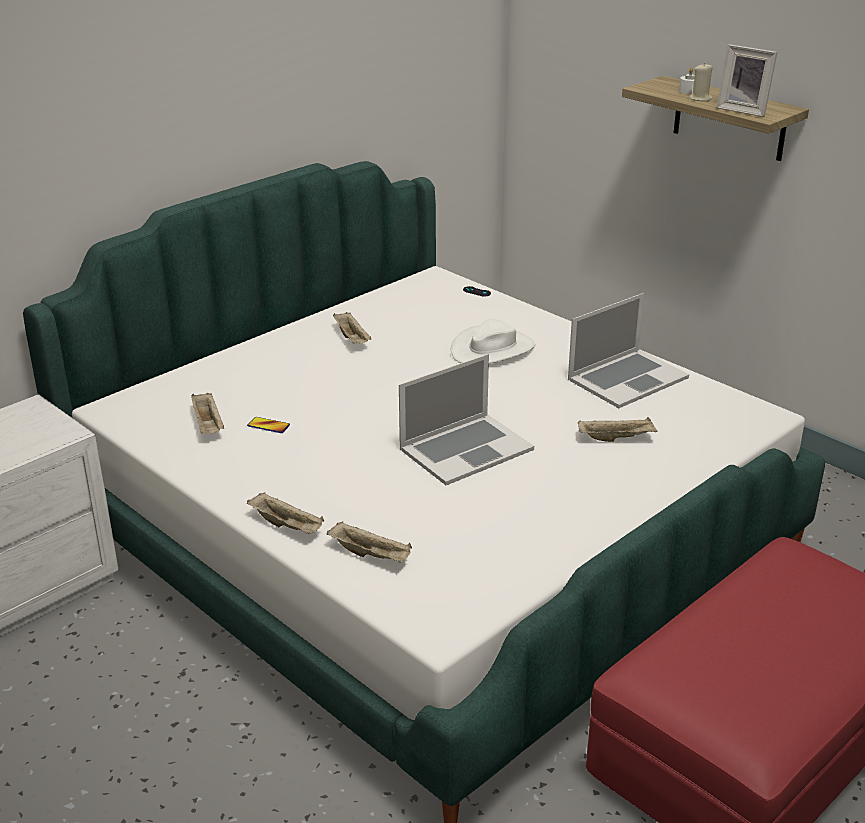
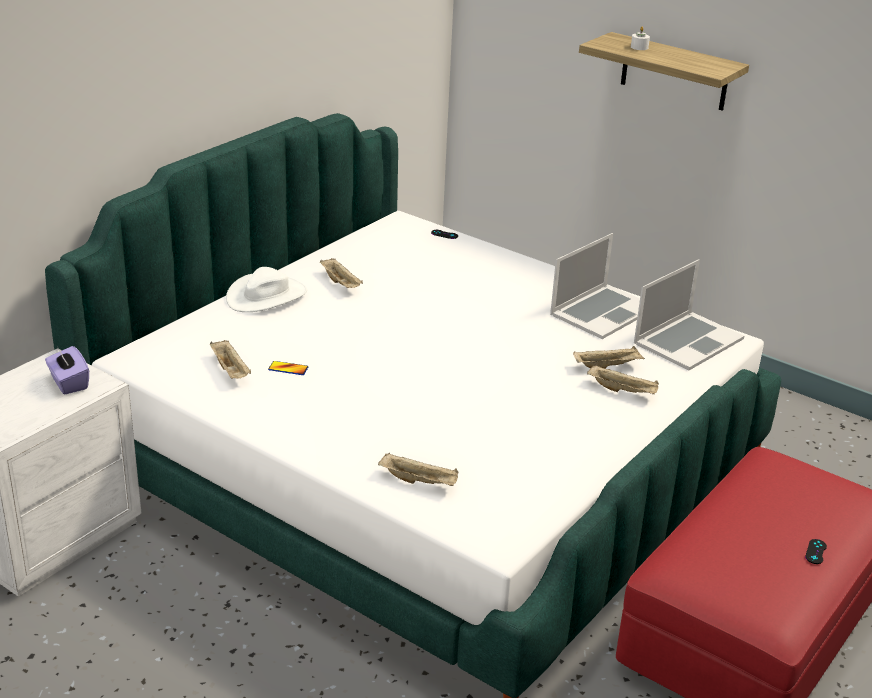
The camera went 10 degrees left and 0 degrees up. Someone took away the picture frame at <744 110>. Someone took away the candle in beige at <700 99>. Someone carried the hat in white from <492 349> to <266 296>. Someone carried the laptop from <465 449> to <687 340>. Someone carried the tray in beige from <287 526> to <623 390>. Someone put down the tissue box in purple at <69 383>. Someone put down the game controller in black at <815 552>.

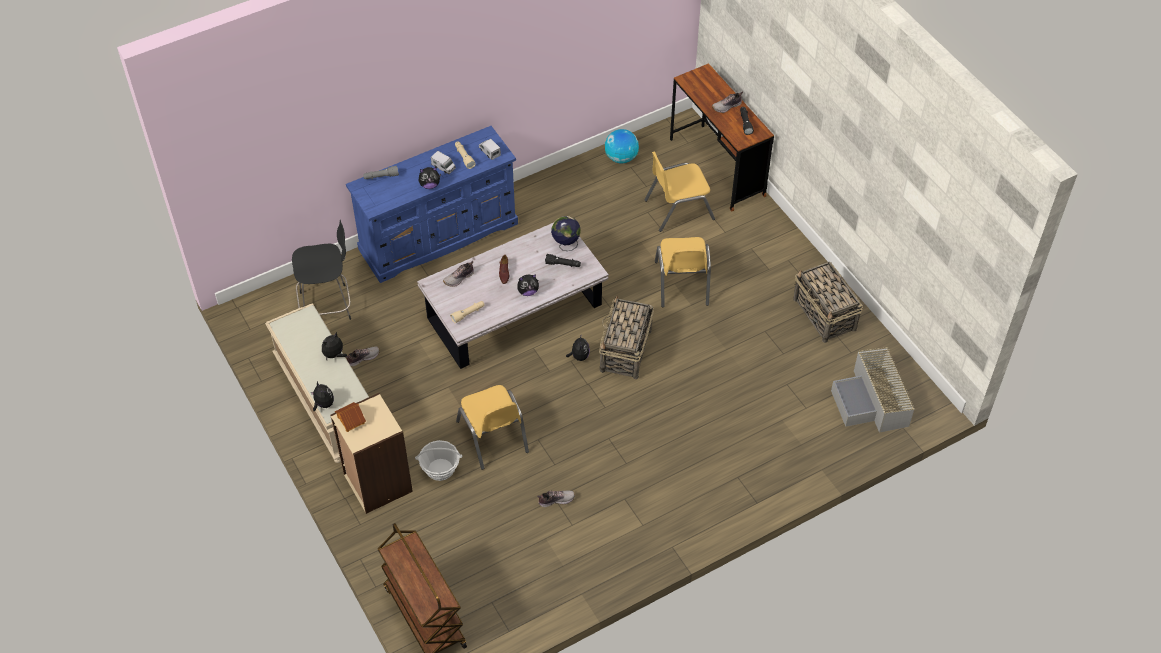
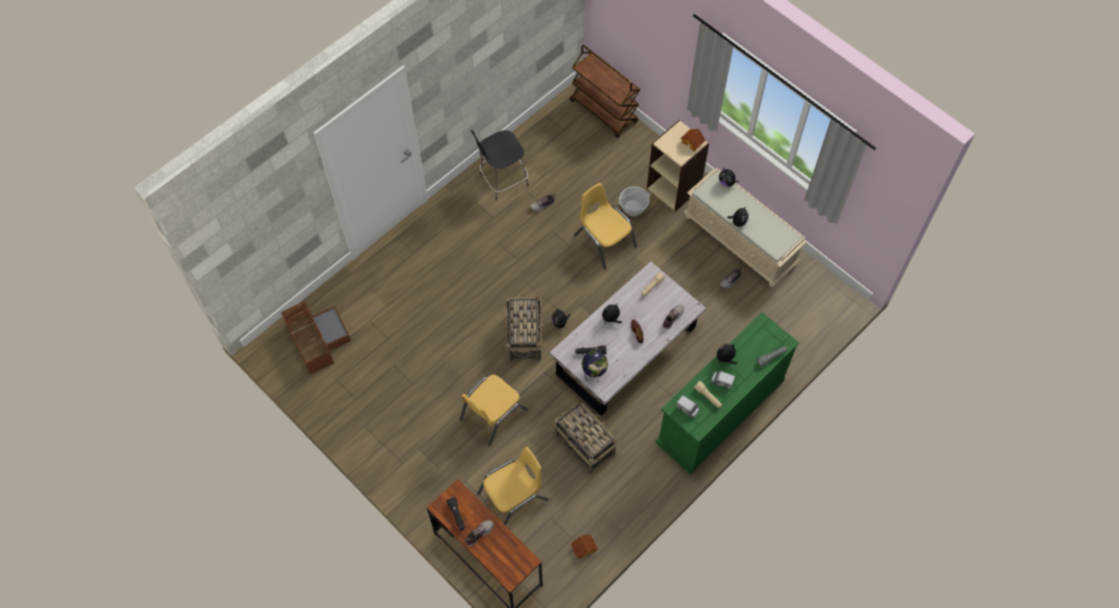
The camera went 165 degrees right and 10 degrees up. Someone repainted the dresser in blue at <439 236>, which became the dresser in green at <720 412>. Someone swapped the globe at <621 158> for the toy house at <584 547>. Someone carried the stool in black from <327 305> to <502 180>. Someone rotated the chair in yellow at <682 283> by 120 degrees counterclockwise. Someone carried the basket from <824 315> to <584 443>. Someone repainted the storage box in grey at <872 401>, which became the storage box in brown at <316 339>.

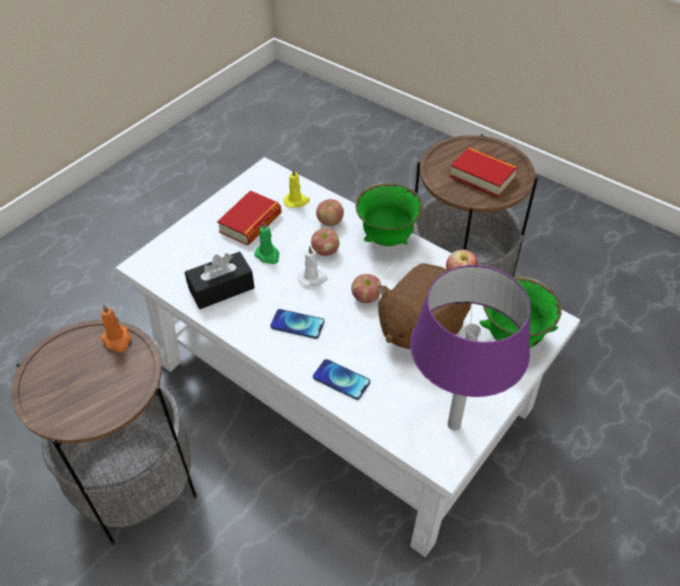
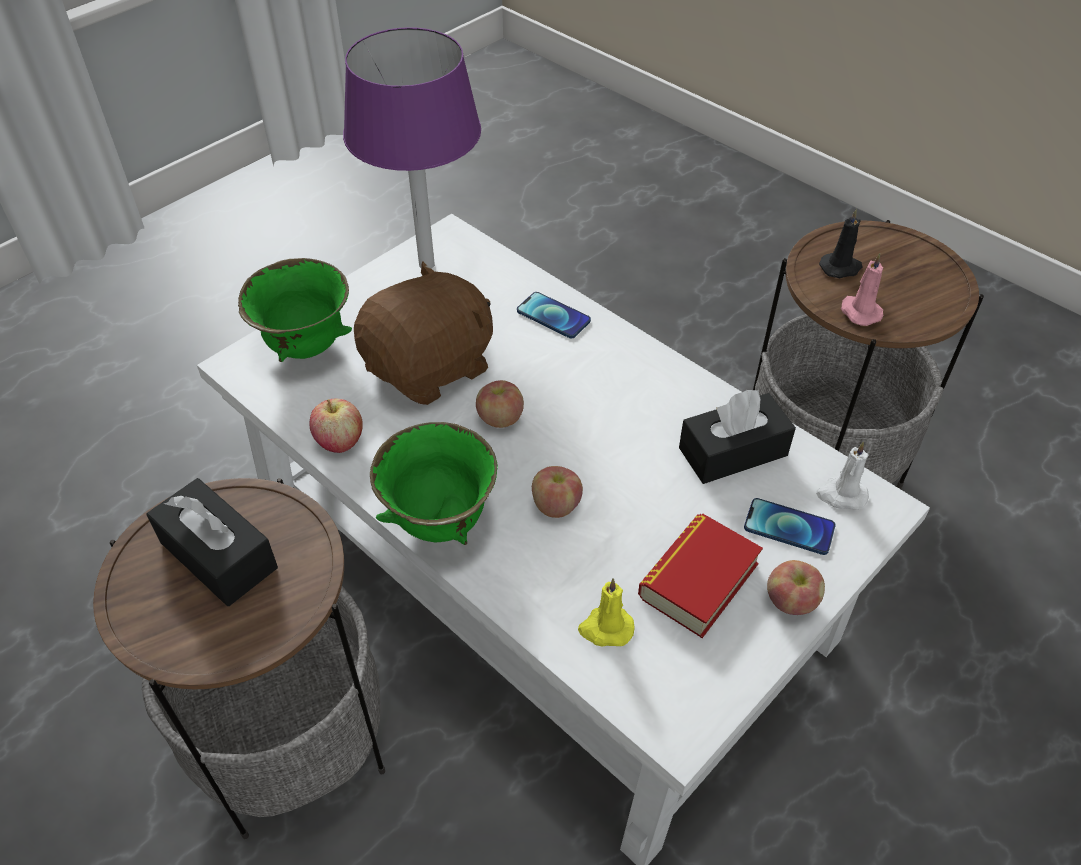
The camera went 175 degrees left and 0 degrees up. Someone swapped the book at <482 176> for the tissue box in black at <218 555>. Someone carried the apple from <330 221> to <791 602>. Someone took away the candle in green at <268 255>. Someone carried the candle in white from <313 278> to <841 495>. Someone repainted the candle in orange at <117 340>, which became the candle in pink at <859 311>. Someone carried the phone from <297 324> to <789 527>. Someone put down the candle in black at <841 268>.

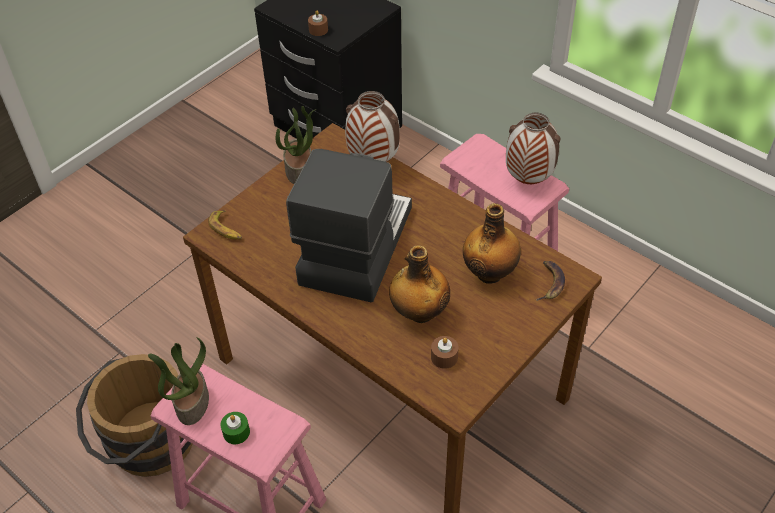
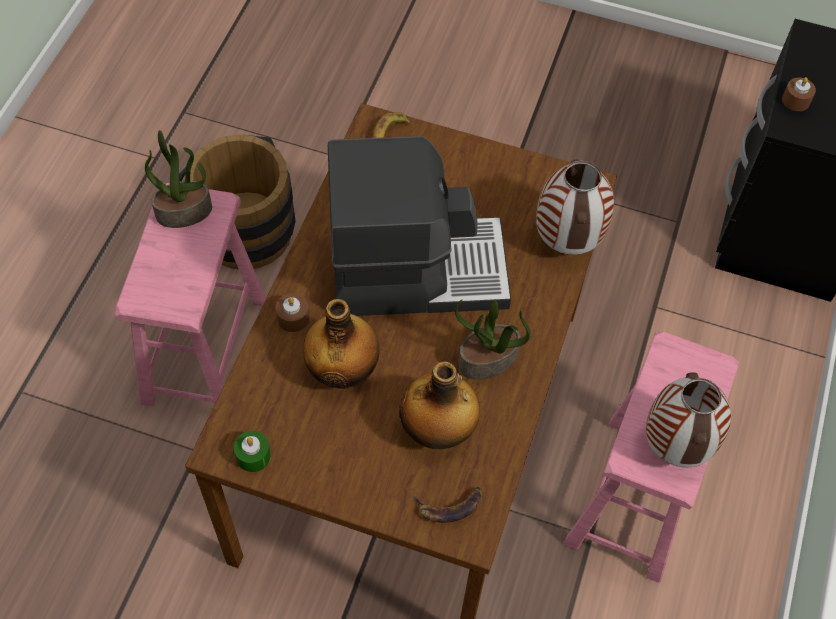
The camera went 65 degrees right and 10 degrees up. Someone carried the potted plant from <300 170> to <487 361>. Someone carried the candle in brown from <444 357> to <293 318>. Someone carried the candle in green from <236 432> to <253 456>.

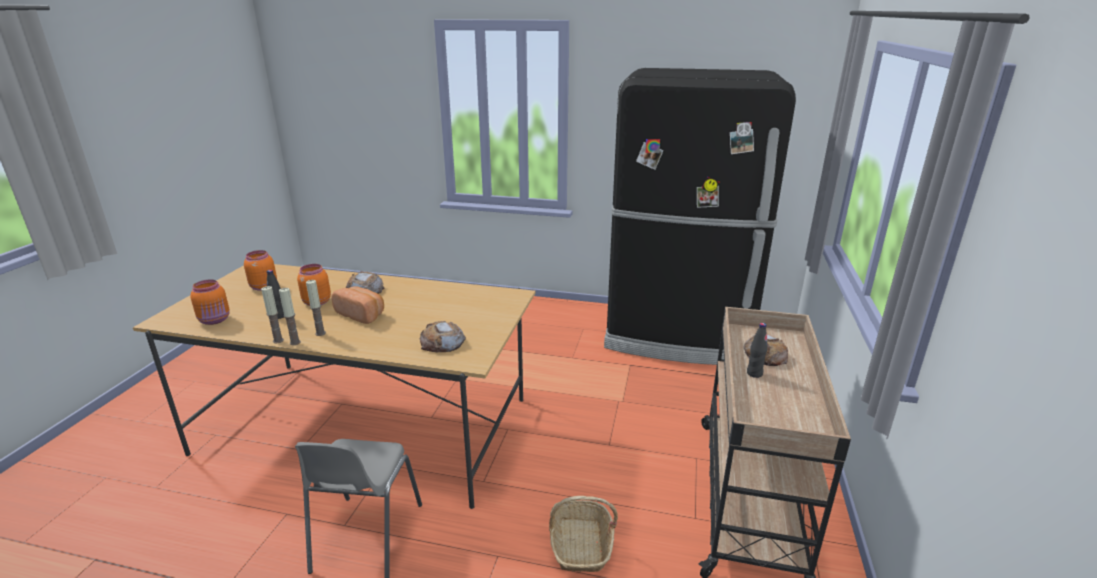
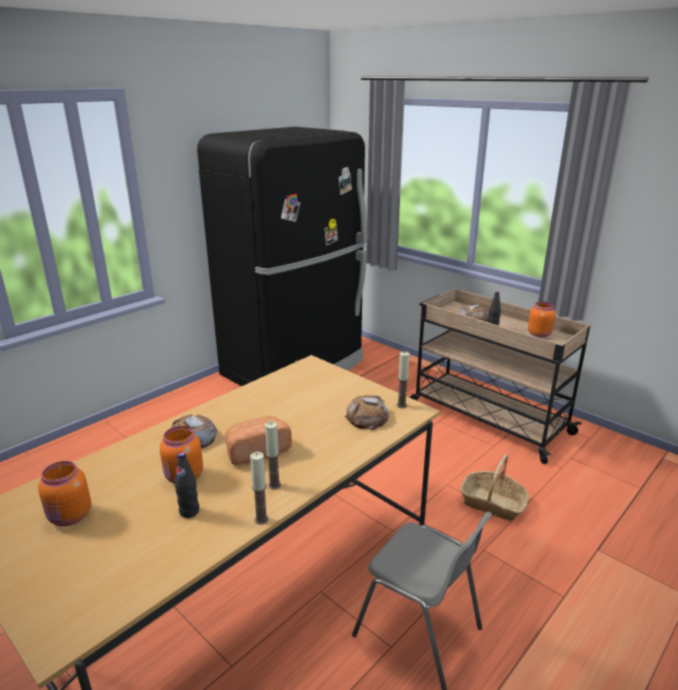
The camera went 60 degrees left and 0 degrees up. Someone carried the jar in orange from <215 320> to <539 334>. Someone carried the candle from <295 342> to <401 405>.

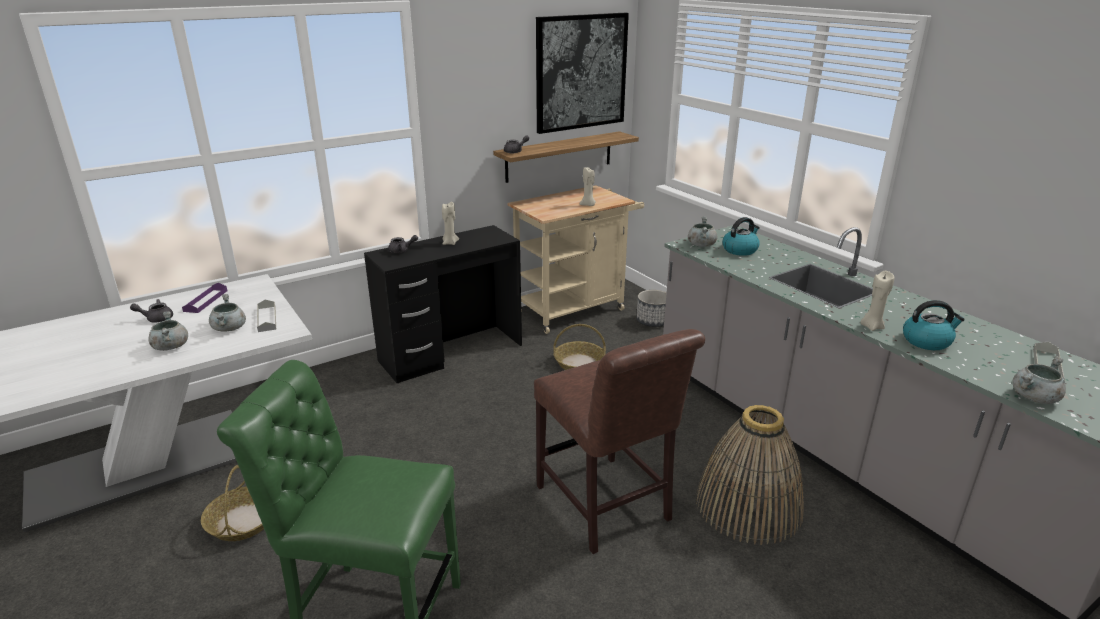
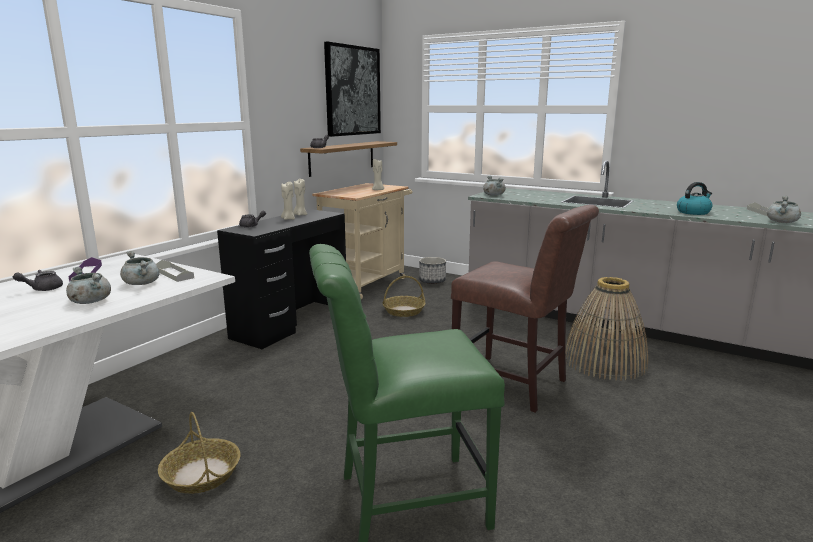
The camera went 25 degrees left and 10 degrees down. Someone took away the kettle at <740 250>. Someone carried the candle in beige from <872 326> to <300 215>.

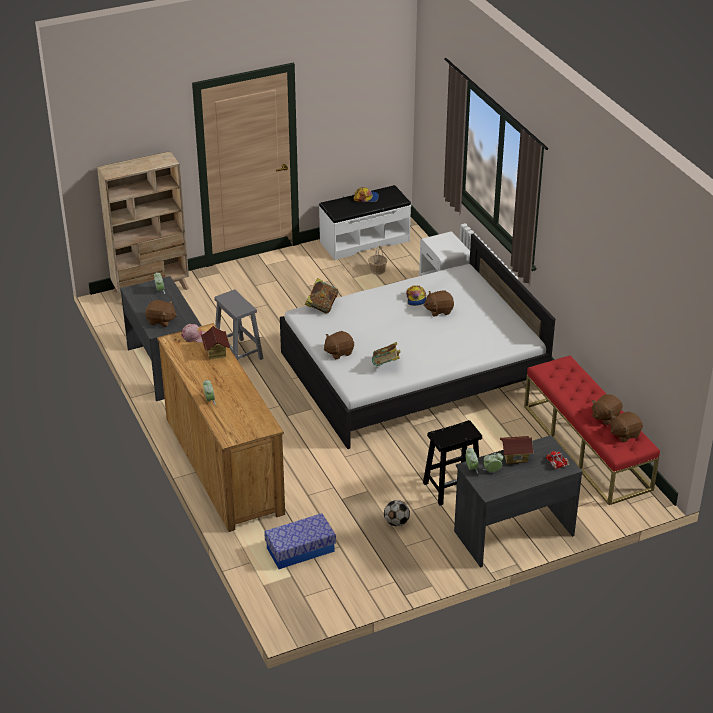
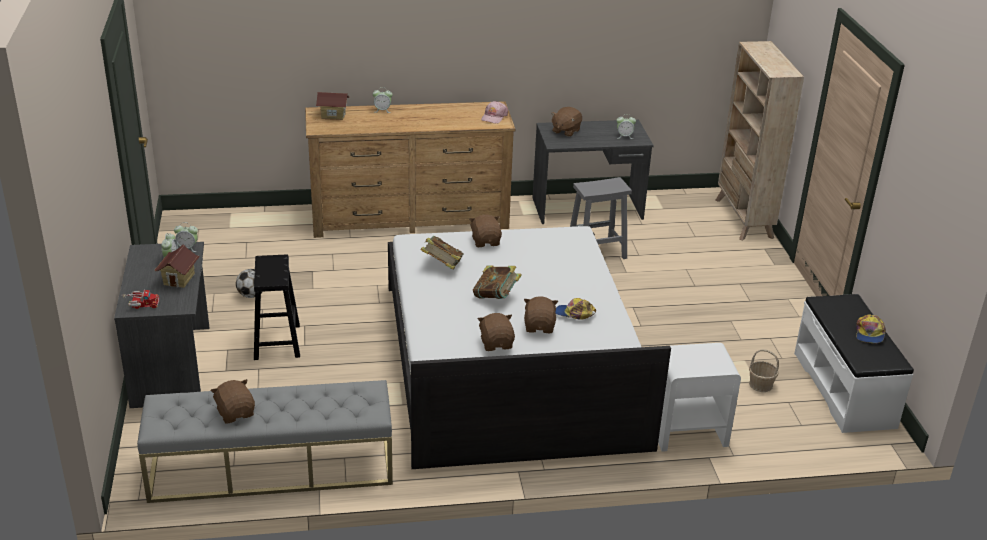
The camera went 105 degrees right and 5 degrees down. Someone carried the book from <322 306> to <496 297>. Someone carried the toy house from <216 352> to <333 115>. Someone repainted the bench in red at <587 447>, which became the bench in grey at <271 468>. Someone carried the plush toy in brown from <624 434> to <496 343>. Someone took away the storage box at <300 550>.

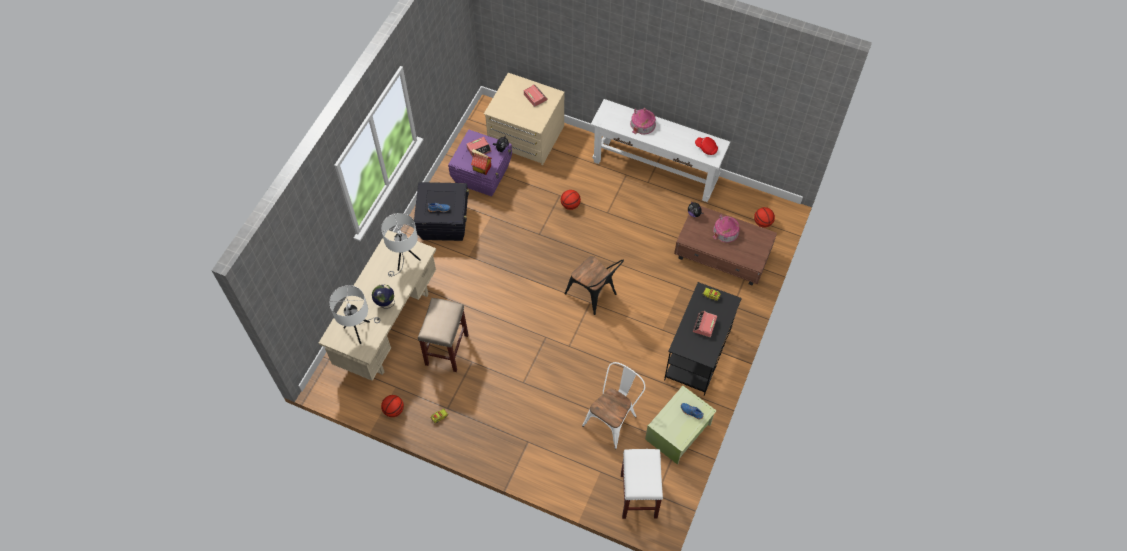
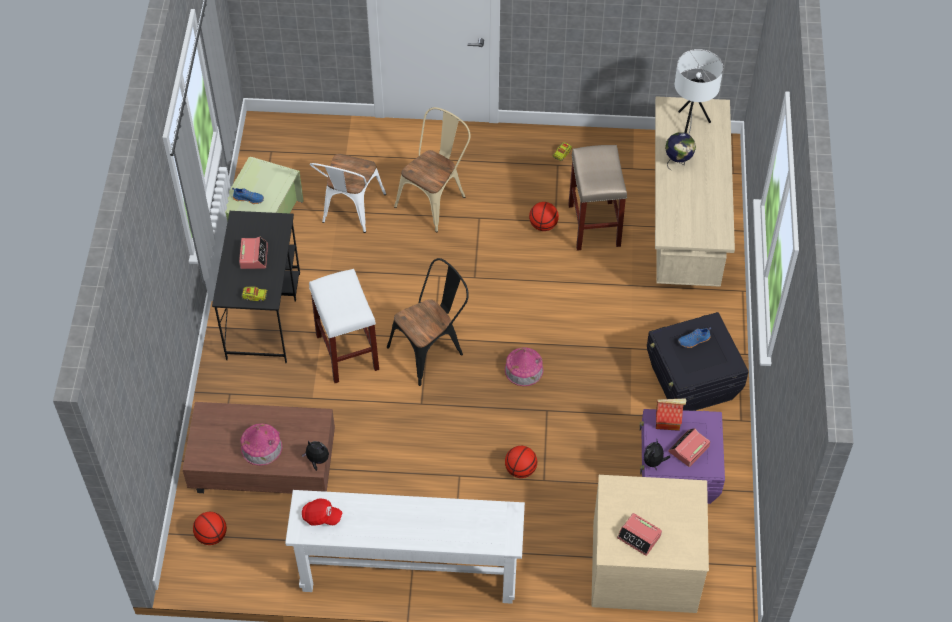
The camera went 160 degrees right and 5 degrees down. Someone carried the toy house from <642 124> to <524 369>. Someone took away the table lamp in white at <405 261>. Someone rotated the chair in black at <594 295> by 120 degrees clockwise. Someone carried the basketball from <393 410> to <543 225>. Someone carried the stool in white from <638 495> to <348 353>. Someone put down the chair in beige at <435 199>.

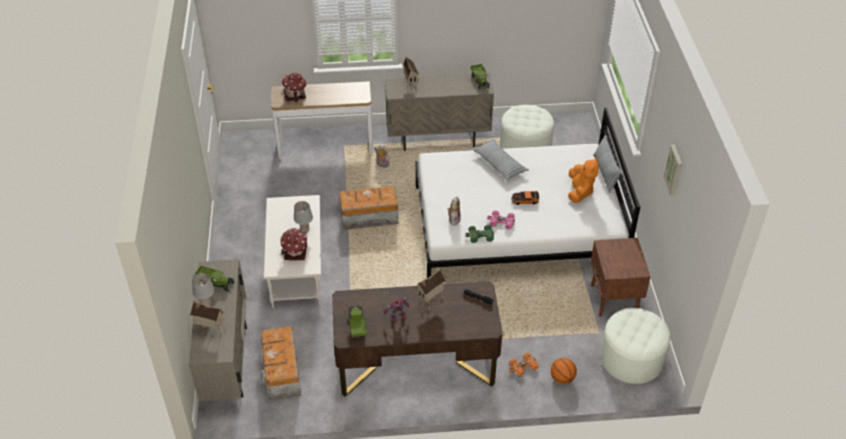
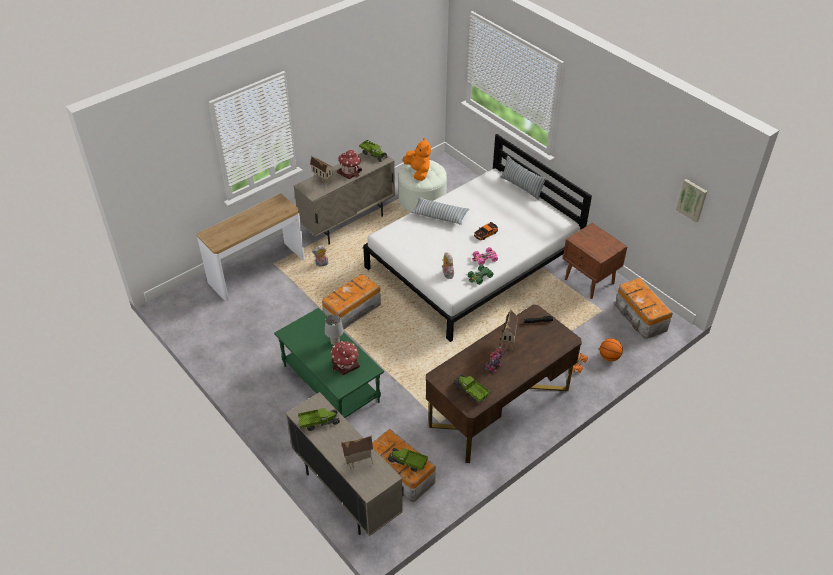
The camera went 35 degrees left and 0 degrees up. Someone carried the toy house from <295 95> to <350 171>. Someone carried the picture from <674 170> to <692 200>. Someone carried the plush toy in orange from <579 192> to <418 172>. Someone repainted the coffee table in white at <297 269>, which became the coffee table in green at <332 383>. Someone took away the table lamp in grey at <206 304>. Someone swapped the ottoman in white at <631 359> for the storage box at <640 318>. Someone put down the toy truck at <407 463>.

